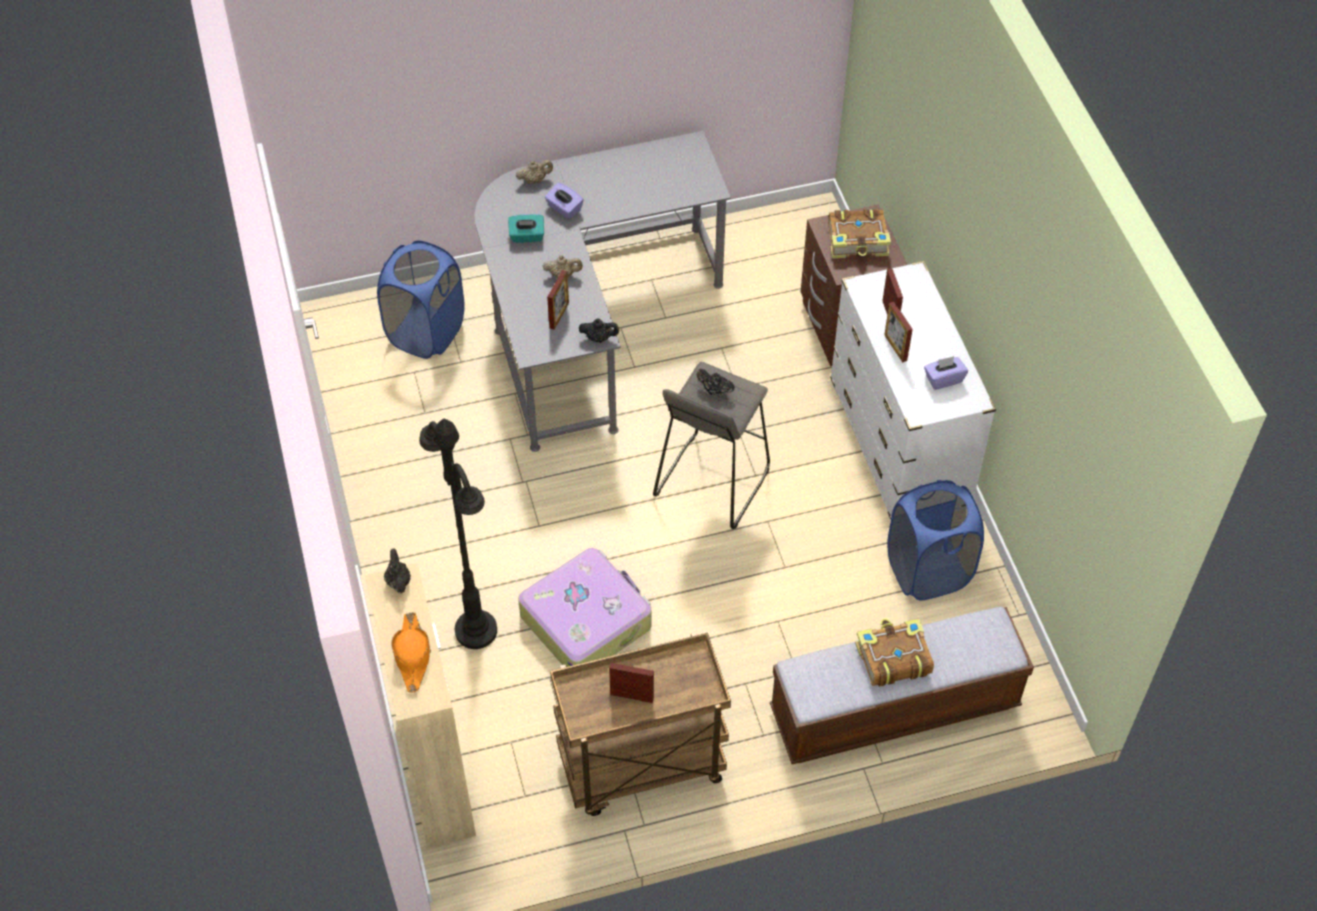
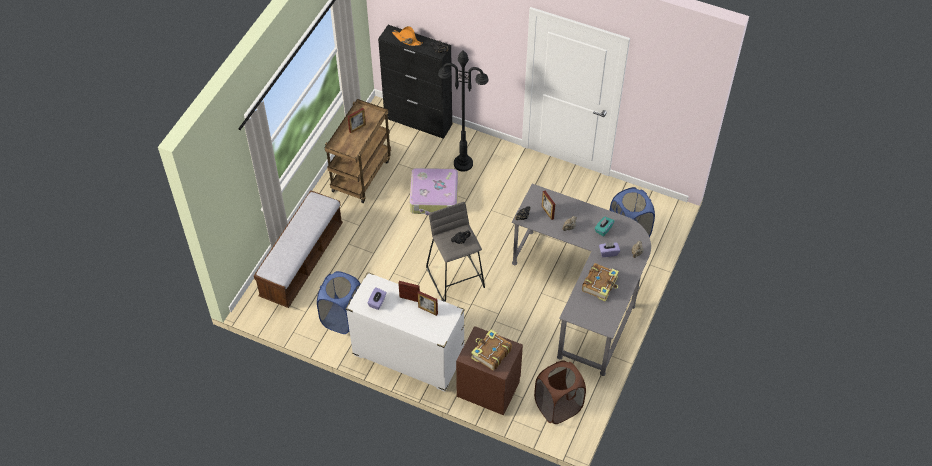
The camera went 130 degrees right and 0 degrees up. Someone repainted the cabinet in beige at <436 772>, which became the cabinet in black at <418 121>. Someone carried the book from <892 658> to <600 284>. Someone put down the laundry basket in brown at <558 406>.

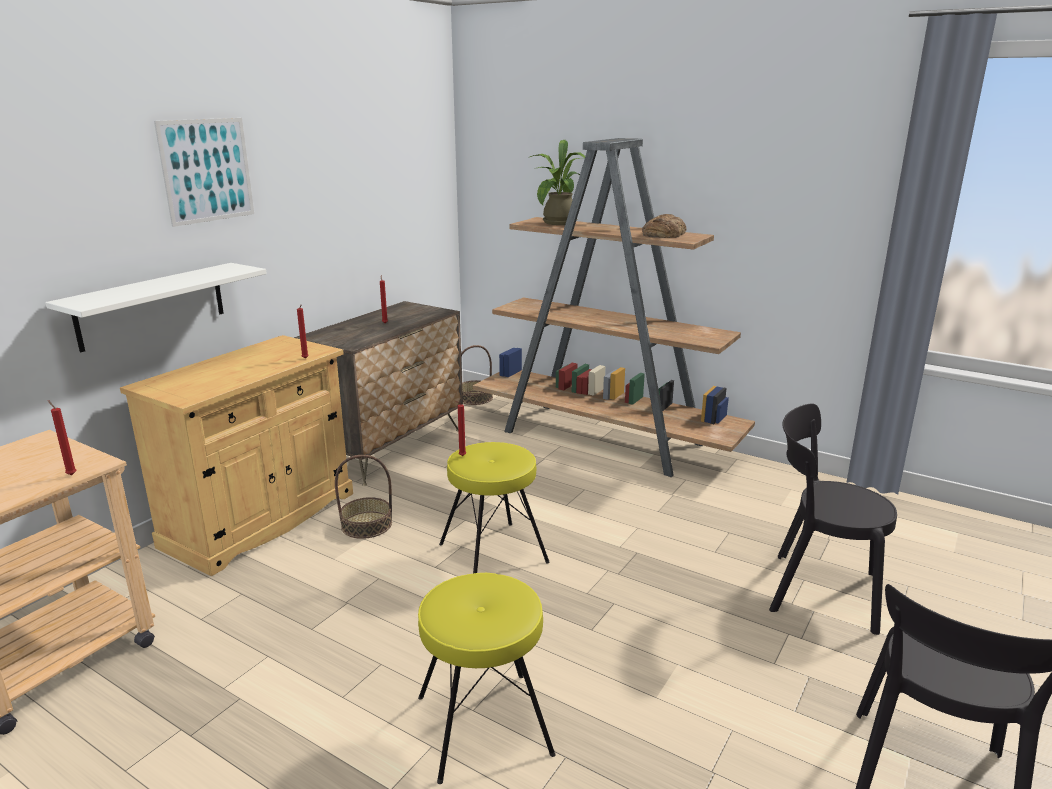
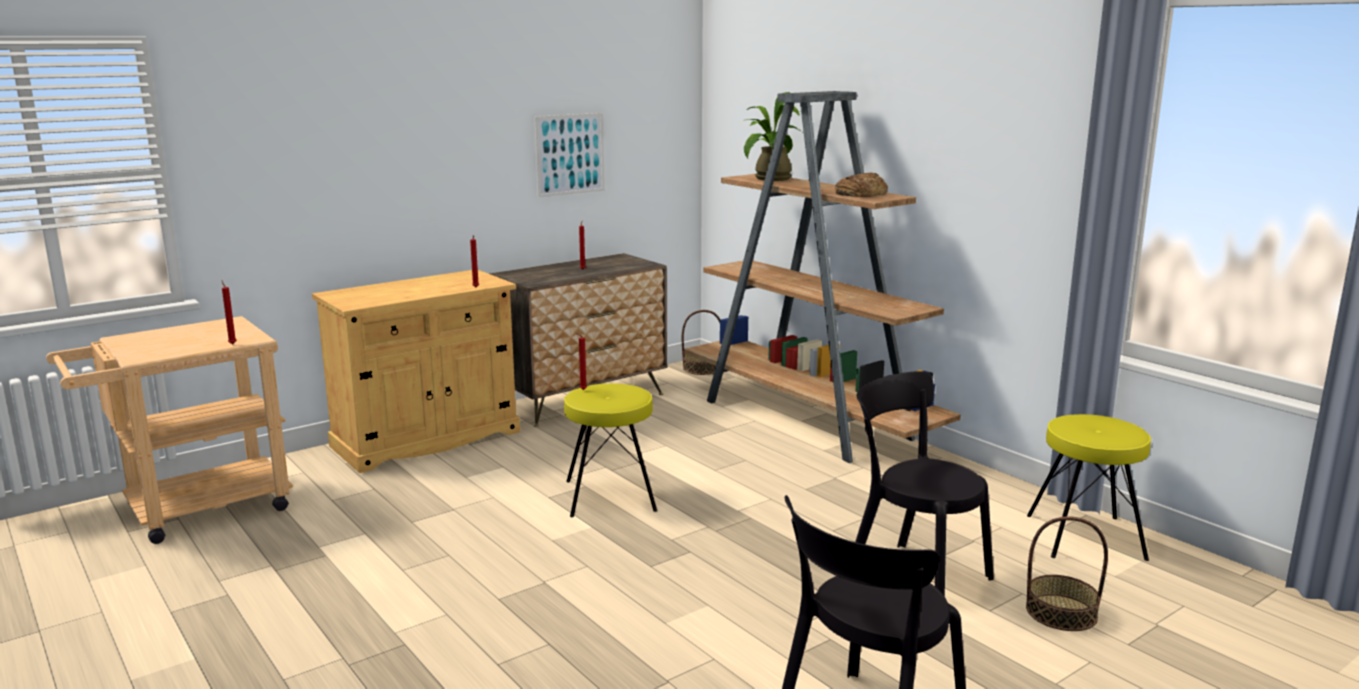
The camera went 20 degrees right and 5 degrees down. Someone carried the picture from <207 170> to <570 154>. Someone took away the shelf in white at <152 306>. Someone carried the basket from <366 525> to <1061 612>. Someone carried the stool in yellow from <482 724> to <1084 536>.

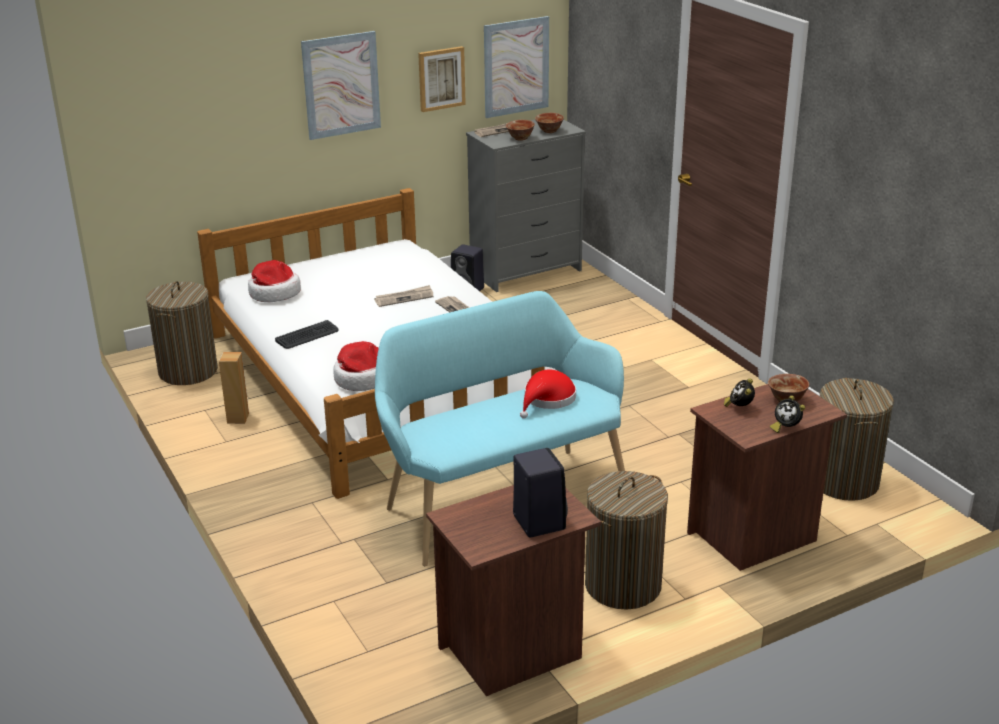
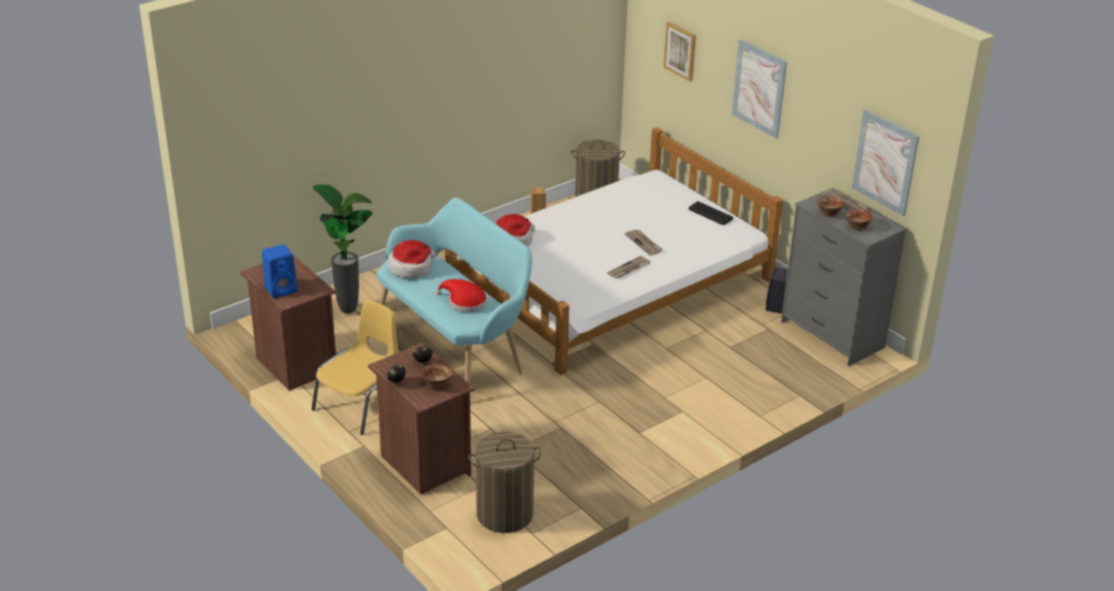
The camera went 80 degrees right and 5 degrees up. Someone carried the picture from <441 78> to <680 51>. Someone carried the hat from <273 293> to <411 268>. Someone carried the keyboard from <307 336> to <710 214>. Someone repainted the speaker in black at <537 521>, which became the speaker in blue at <282 289>. Someone swapped the laundry basket at <623 585> for the chair in yellow at <361 404>. Someone put down the potted plant at <347 309>.

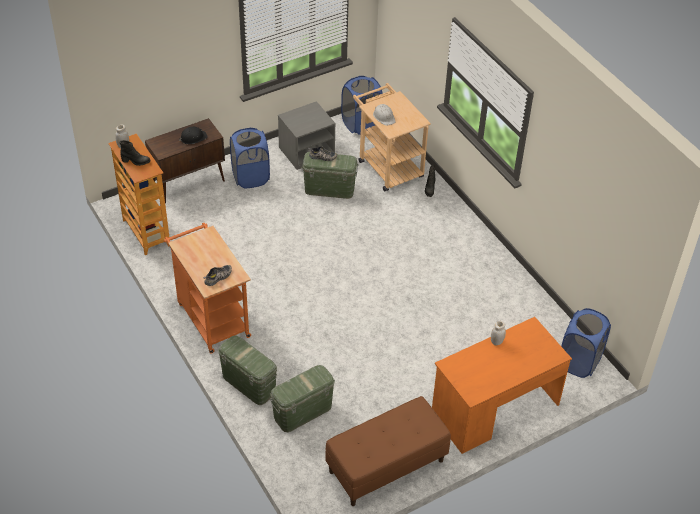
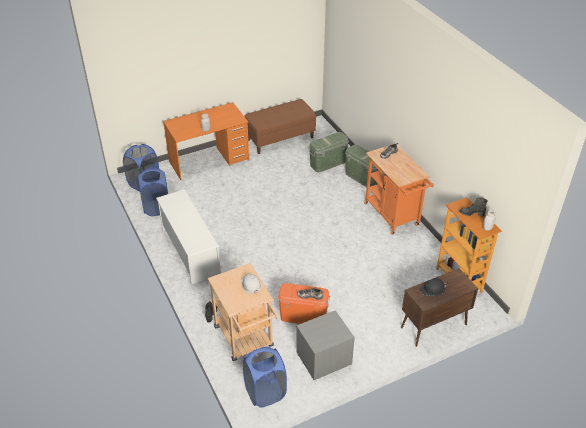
The camera went 175 degrees left and 5 degrees down. Someone carried the laundry basket in blue from <250 177> to <156 208>. Someone repainted the storage box in green at <329 189>, which became the storage box in orange at <303 316>. Someone put down the shoe rack in white at <190 251>.

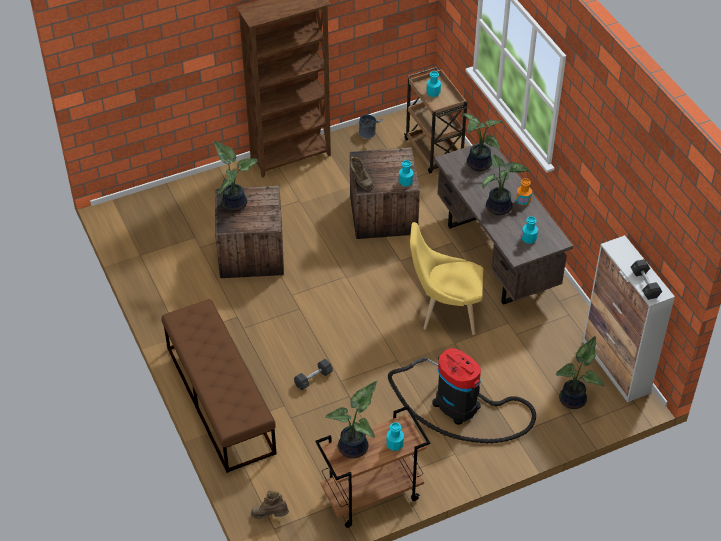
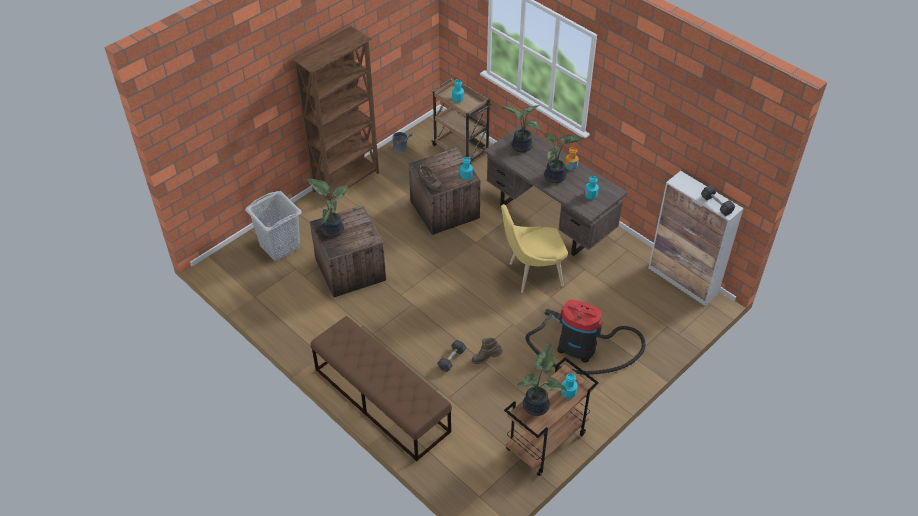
The camera went 20 degrees left and 0 degrees up. Someone took away the potted plant at <574 399>. Someone carried the boot in brown from <270 515> to <486 359>. Someone put down the laundry basket in grey at <280 246>.

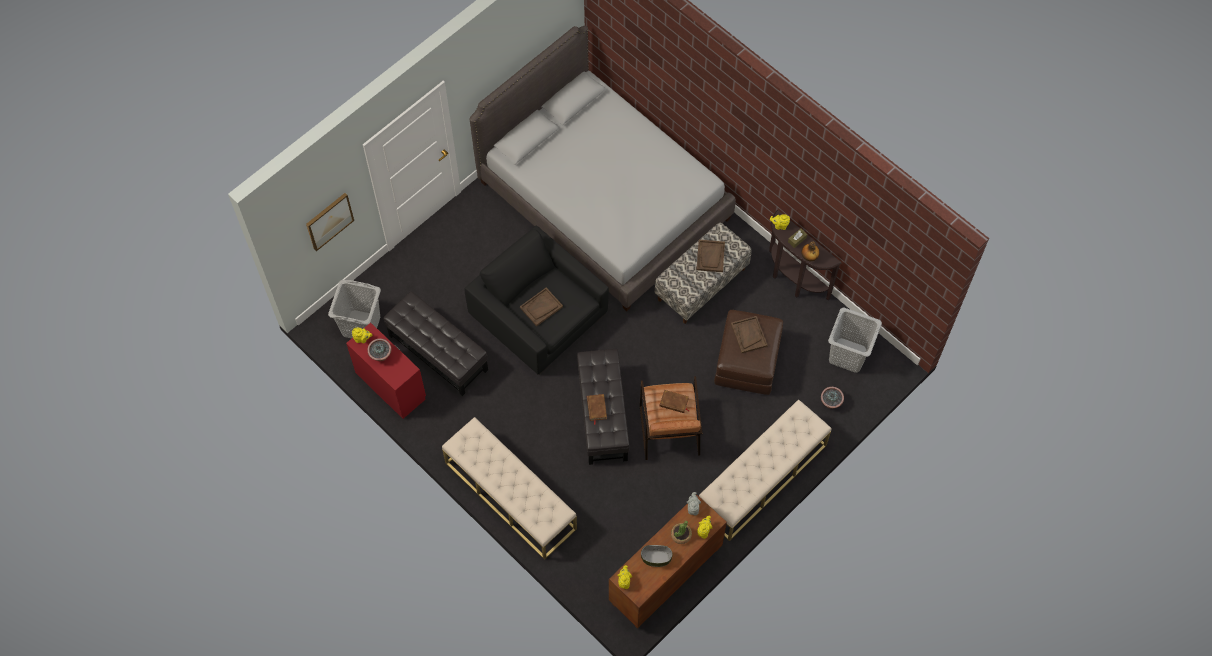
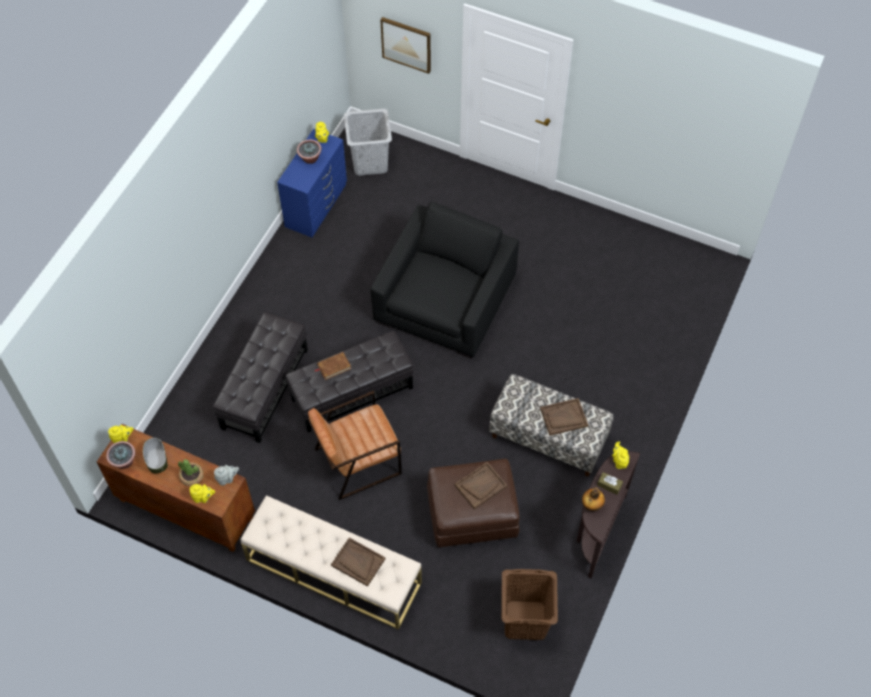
The camera went 70 degrees right and 5 degrees down. Someone took away the bed in grey at <604 200>. Someone carried the tray in brown from <541 307> to <358 562>. Someone carried the ottoman in black from <438 352> to <265 389>. Someone repainted the laundry basket in grey at <848 355>, which became the laundry basket in brown at <524 620>. Someone repainted the dresser in red at <391 385>, which became the dresser in blue at <317 205>. Someone carried the potted plant from <830 403> to <124 462>. Someone took away the book in brown at <674 402>. Someone took away the bench in beige at <510 495>.

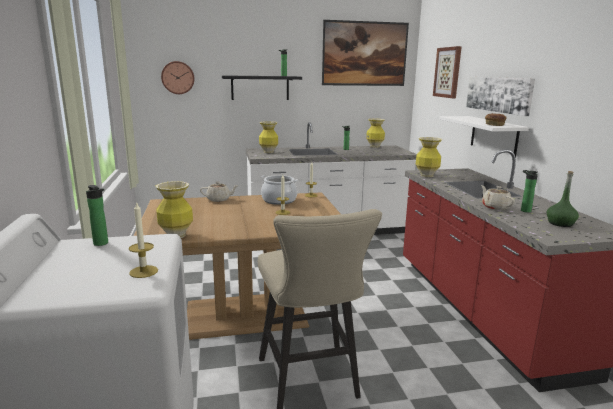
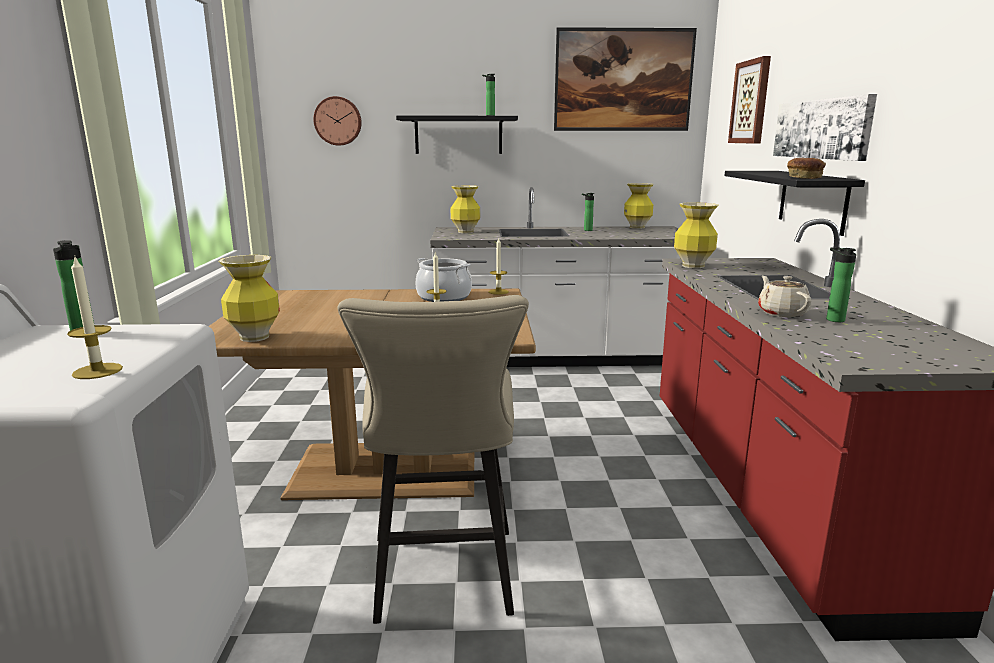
The camera went 10 degrees right and 0 degrees up. Someone repainted the shelf in white at <493 136>, which became the shelf in black at <812 201>. Someone took away the bottle in green at <560 223>. Someone took away the teapot in beige at <219 199>.

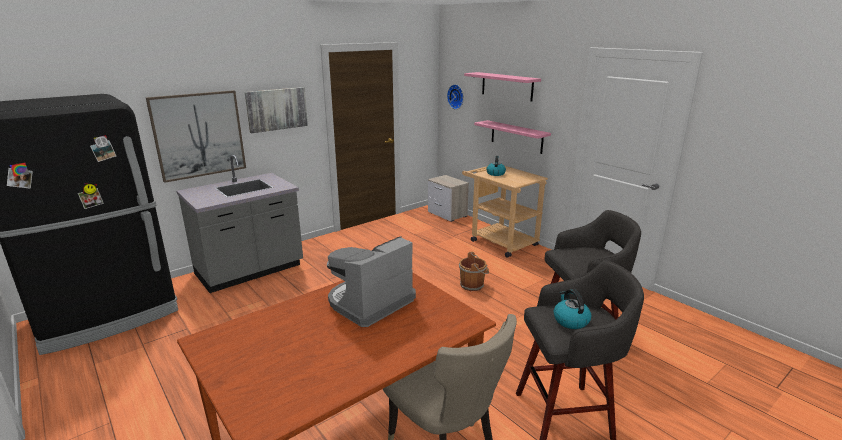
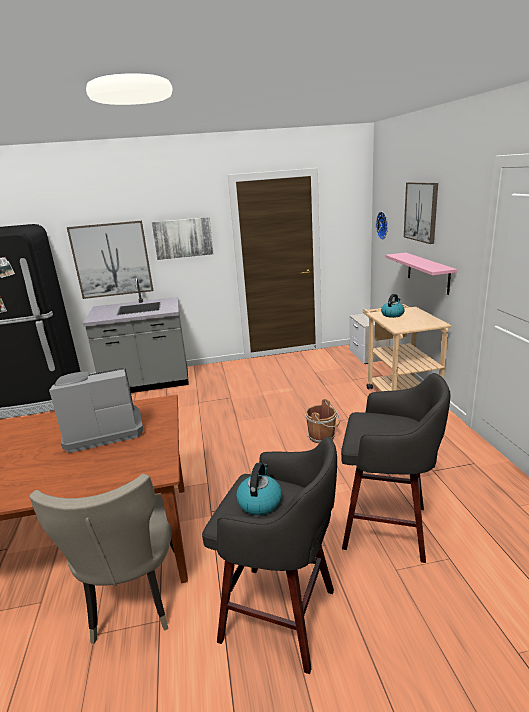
The camera went 30 degrees right and 0 degrees up. Someone swapped the shelf in pink at <507 86> for the picture at <421 212>.

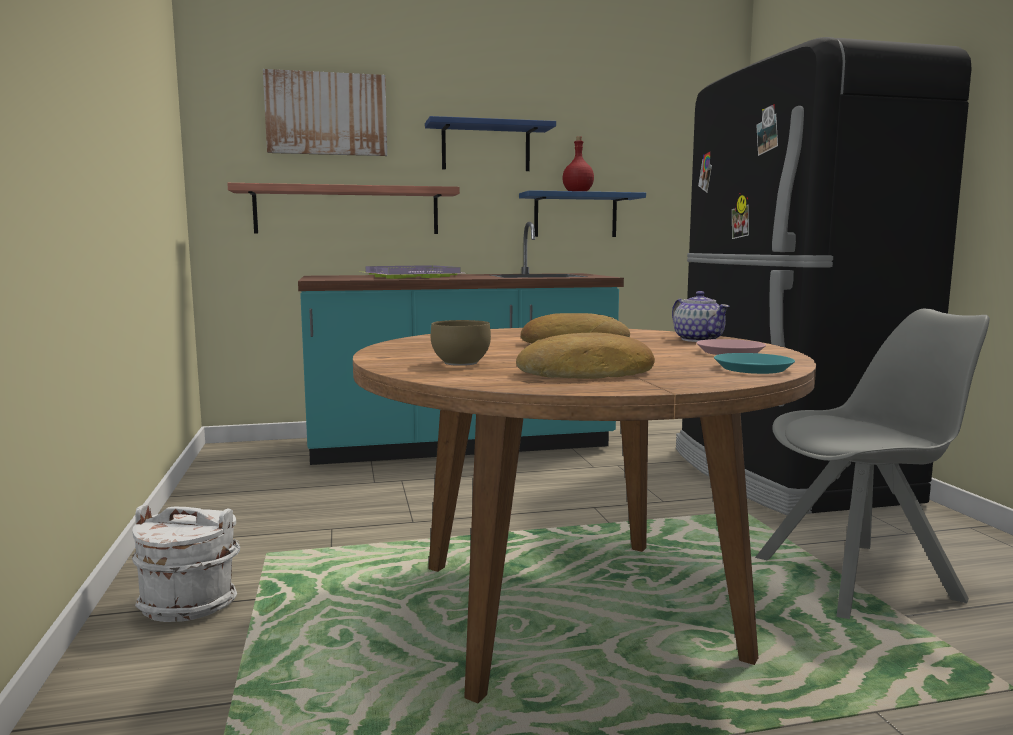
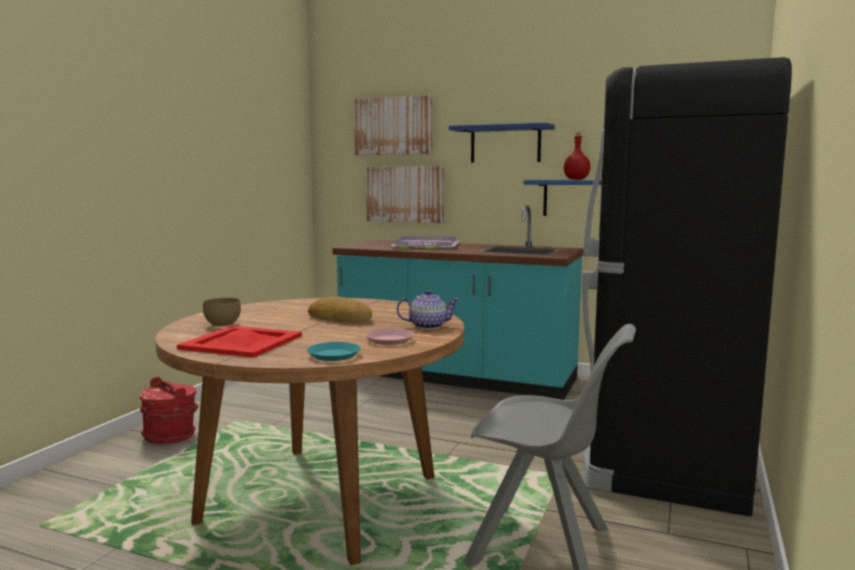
The camera went 35 degrees right and 0 degrees up. Someone swapped the shelf at <347 210> for the picture at <405 194>. Someone rotated the teapot at <698 339> by 105 degrees counterclockwise. Someone swapped the bread at <588 373> for the tray in red at <242 342>. Someone repainted the bucket in white at <190 603>, which became the bucket in red at <170 436>.

